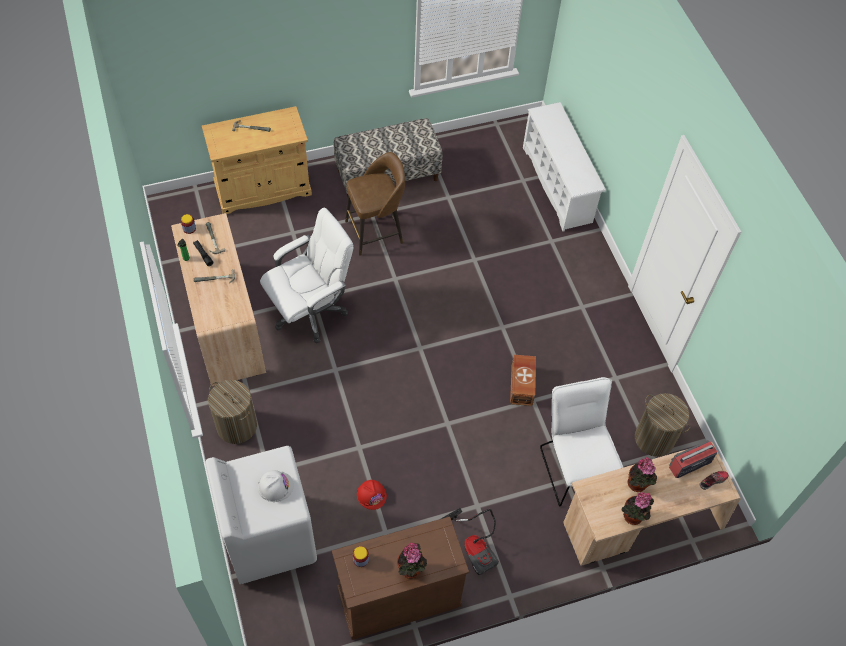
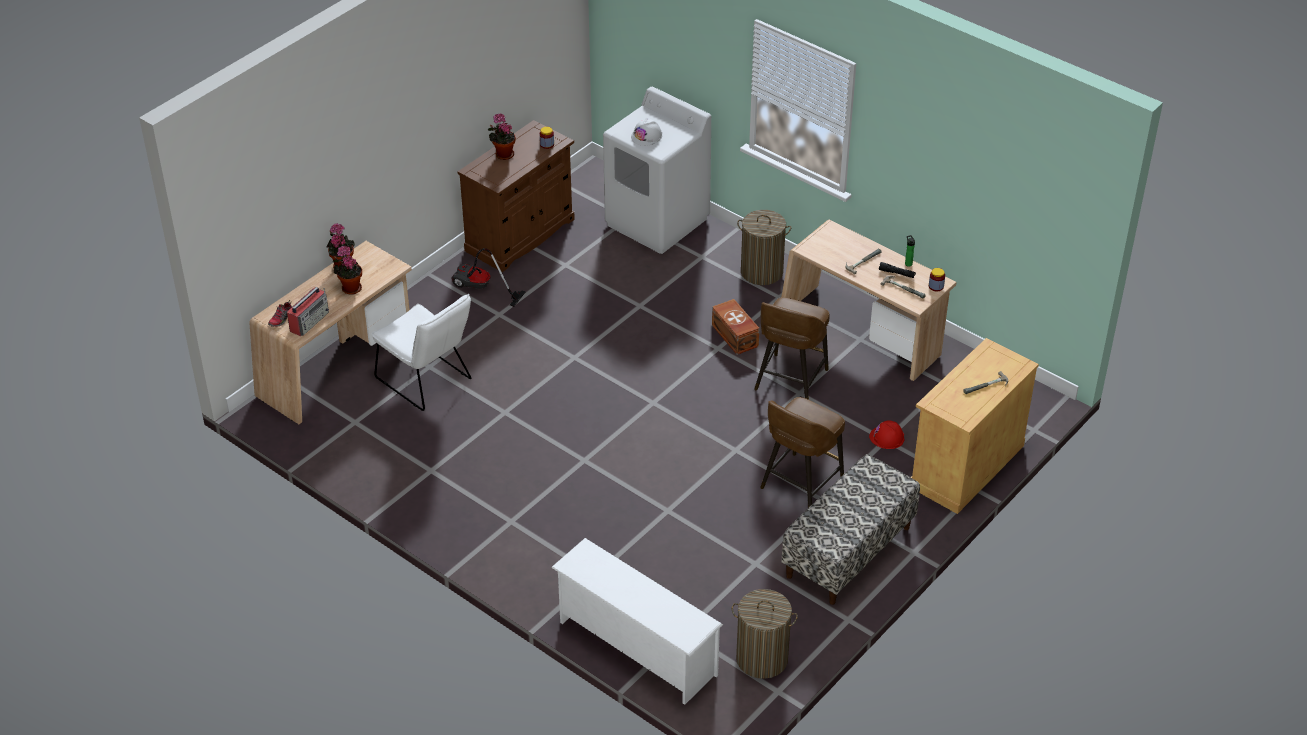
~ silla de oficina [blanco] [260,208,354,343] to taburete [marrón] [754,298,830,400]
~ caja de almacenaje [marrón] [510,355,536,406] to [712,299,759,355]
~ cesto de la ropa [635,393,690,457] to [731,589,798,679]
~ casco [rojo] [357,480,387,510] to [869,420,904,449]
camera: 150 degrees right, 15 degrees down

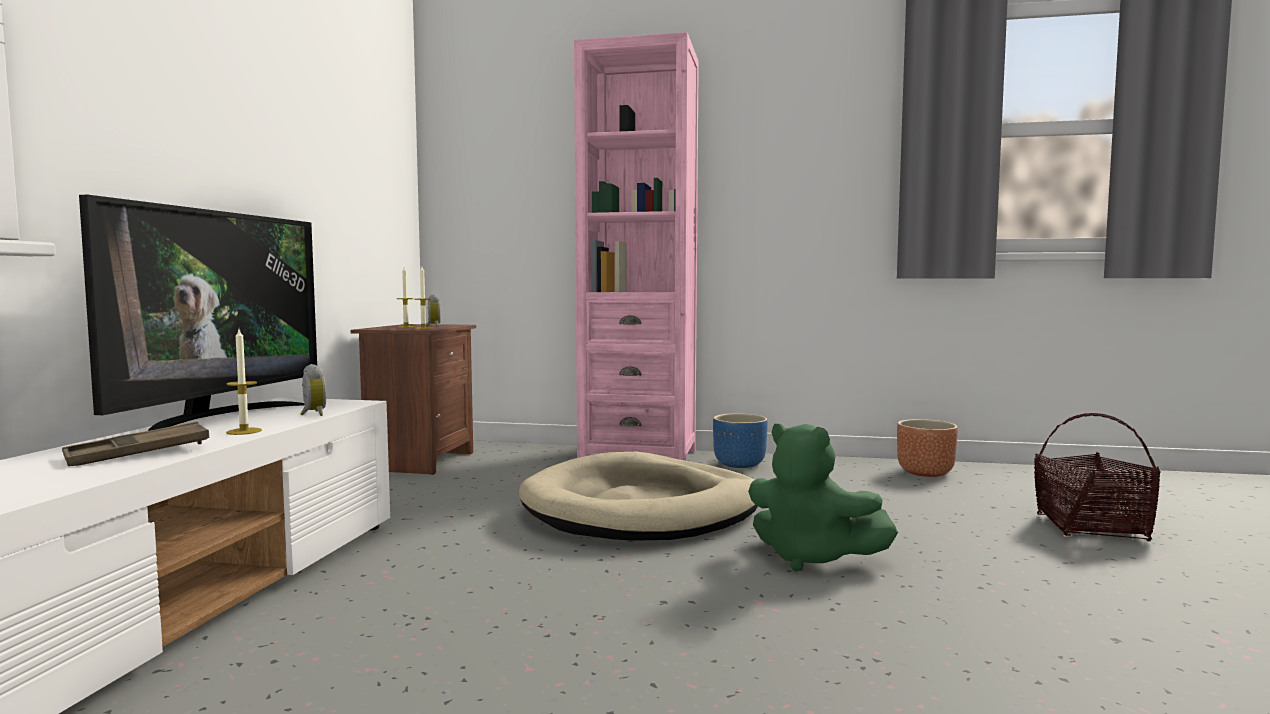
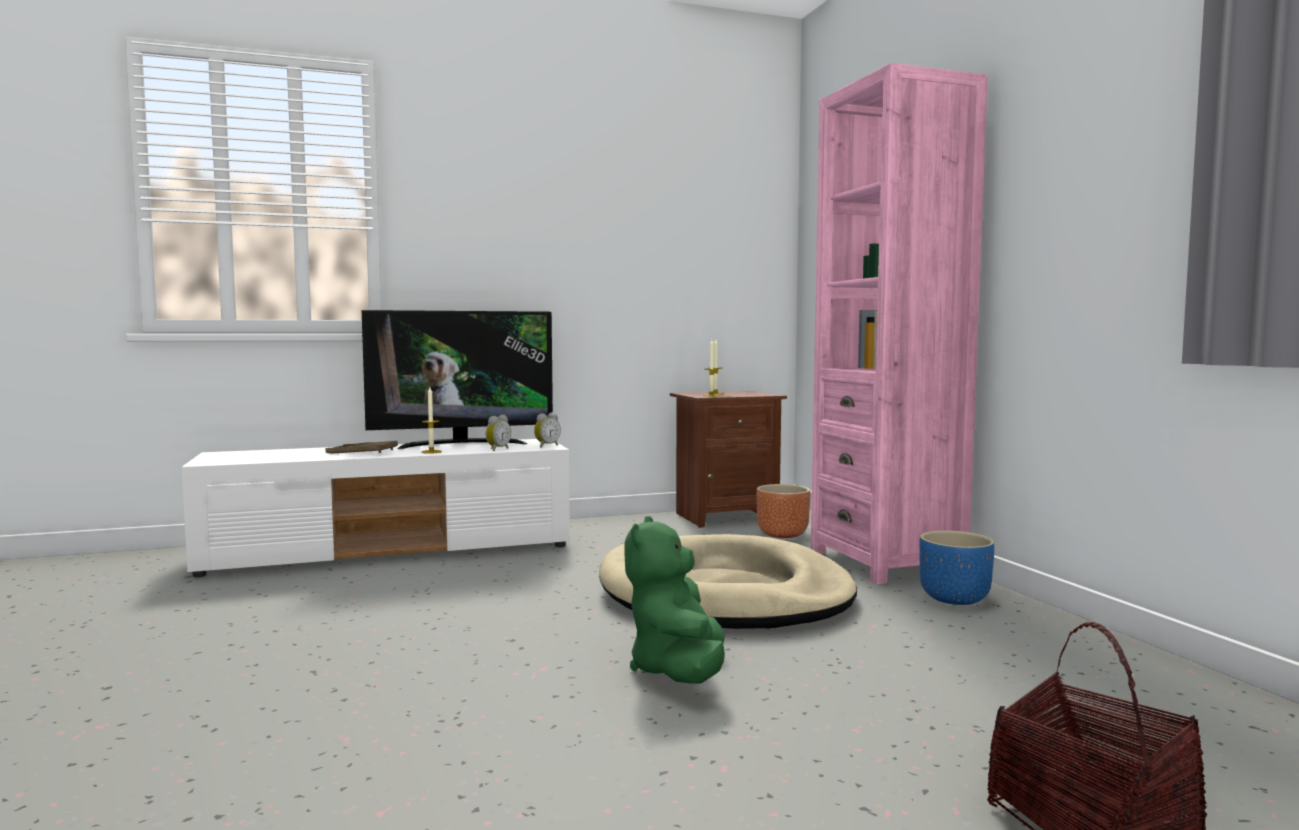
~ despertador [426,294,441,327] to [534,412,561,447]
~ maceta [marrón] [897,419,958,477] to [756,484,810,538]
camera: 60 degrees right, 0 degrees up

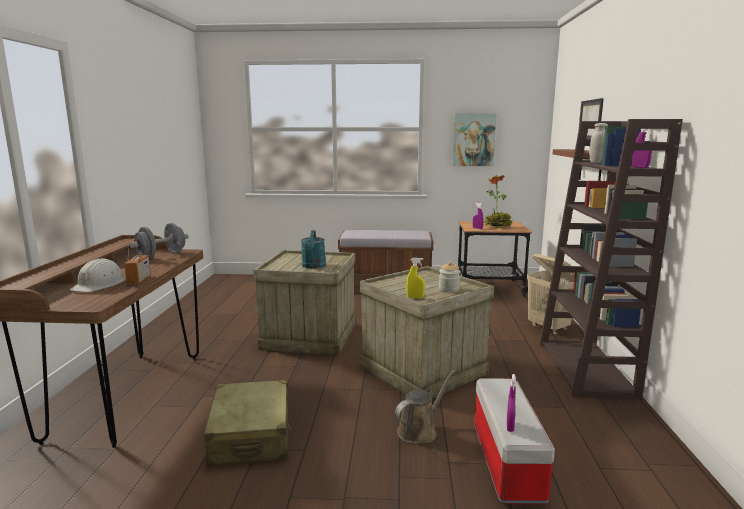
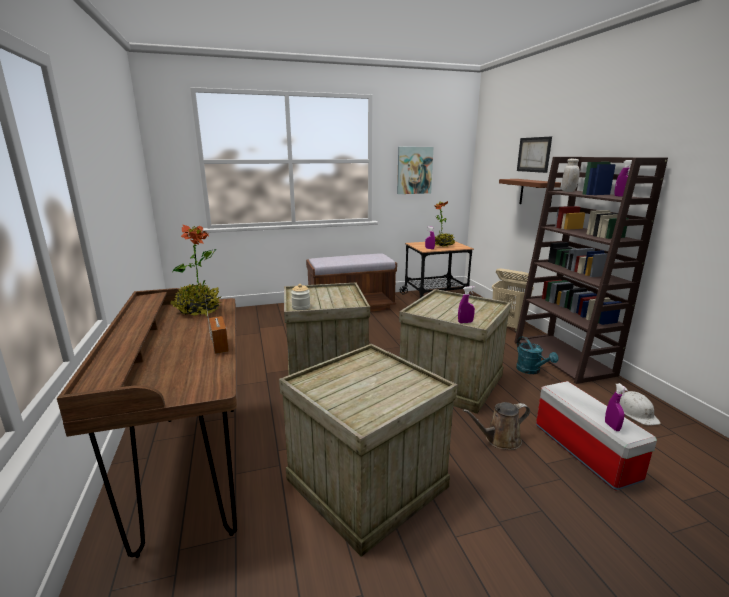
~ mancuerna [gris] [130,223,188,259] to planta en maceta [170,225,222,316]
~ regadera [turquesa] [301,230,326,269] to [516,336,558,374]
~ pulverizador [amarillo] [406,258,425,299] to pulverizador [morado] [458,286,475,323]
~ casco [blanco] [70,259,125,292] to [619,391,661,425]
~ tarro [439,262,461,292] to [291,284,310,310]
~ regadera [marrón] [395,370,455,444] = [463,402,530,450] 135 degrees counterclockwise
~ maleta [beis] [204,380,291,466] to caja de embalaje [279,344,457,557]
camera: 20 degrees left, 5 degrees up

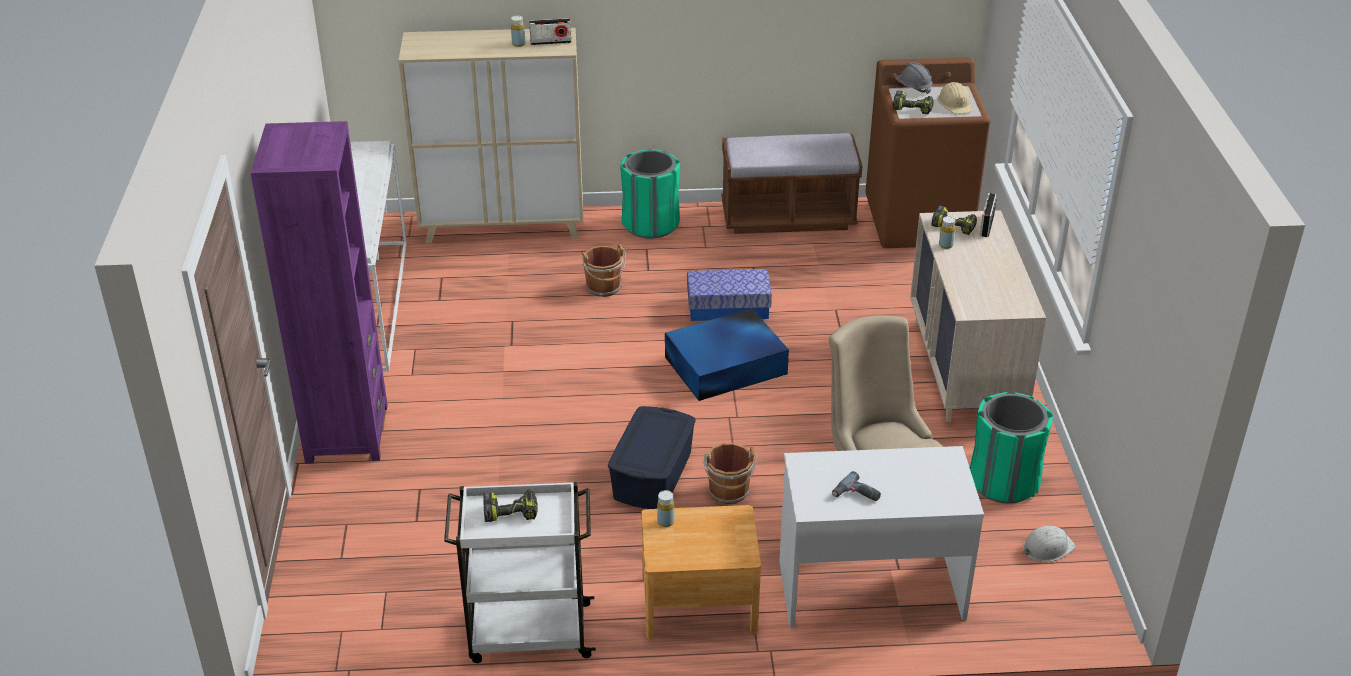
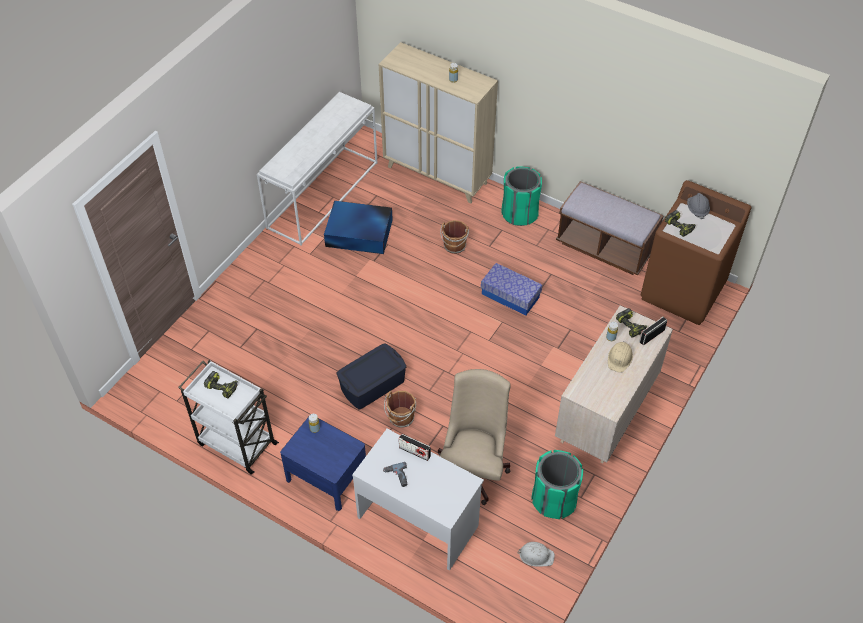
~ radio [529,18,572,45] to [399,434,431,461]
~ casco [beis] [938,82,971,114] to [608,341,633,373]
- estantería [morado] [250,121,388,464]
~ caja de almacenaje [azul] [665,308,789,401] to [324,201,393,254]
~ mesita de noche [marrón] [642,505,761,639] to mesita de noche [azul] [280,417,366,511]
camera: 35 degrees right, 15 degrees up

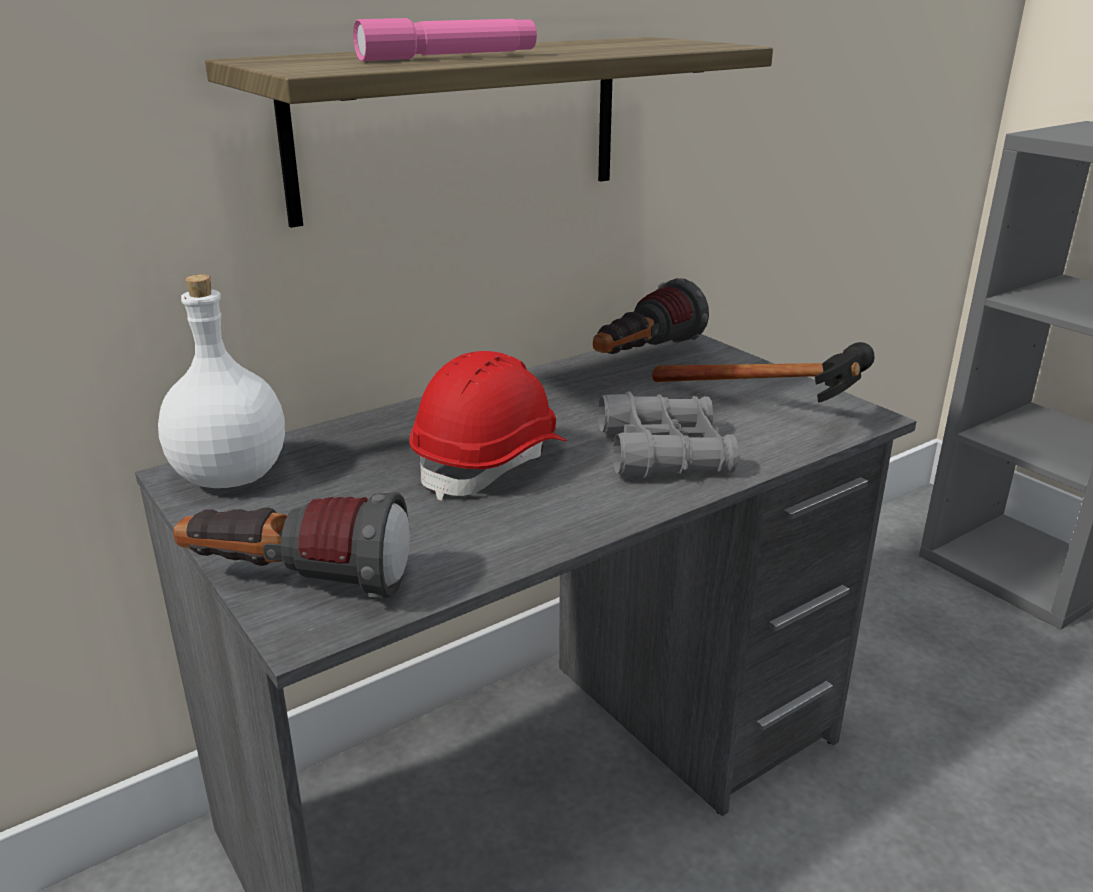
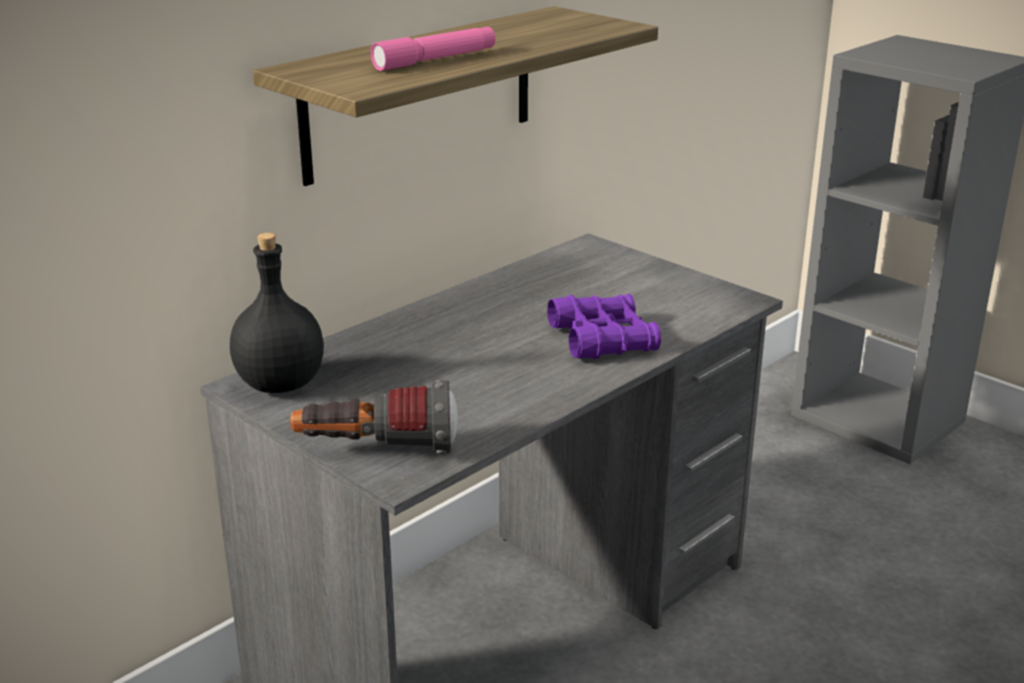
~ botella [blanco] [158,274,285,488] to botella [negro] [230,233,324,393]
- linterna [593,278,709,354]
- martillo [652,342,874,403]
- casco [rojo] [409,351,567,501]
~ prismáticos [gris] [598,392,738,478] to prismáticos [morado] [547,294,661,359]
camera: 10 degrees left, 0 degrees up

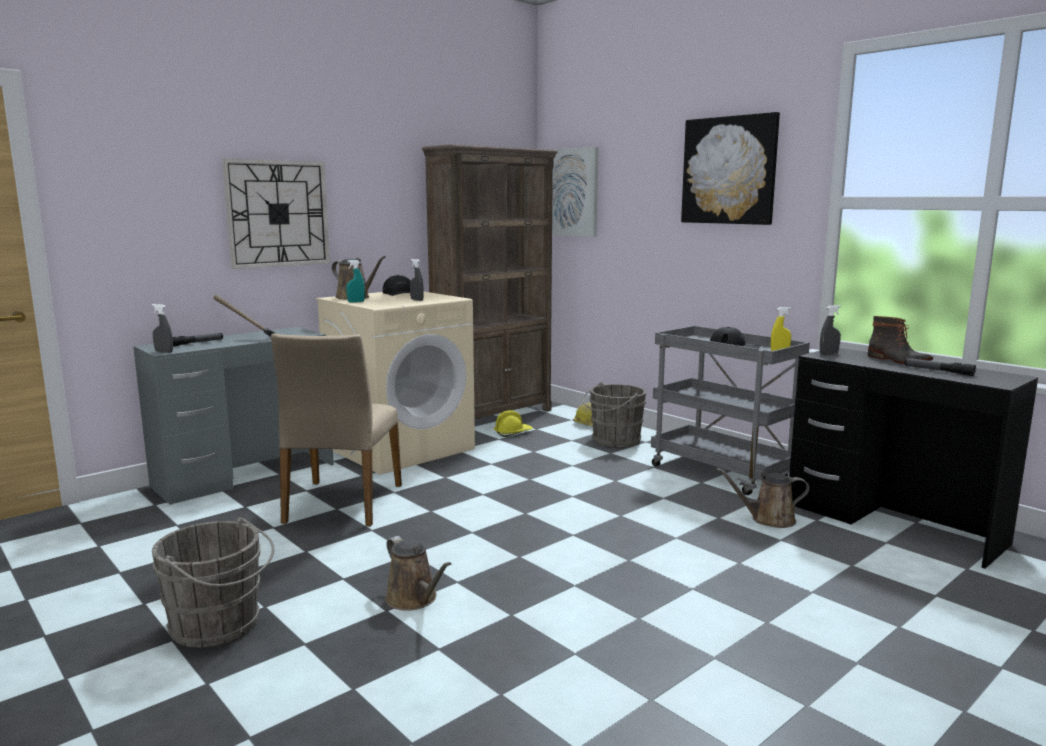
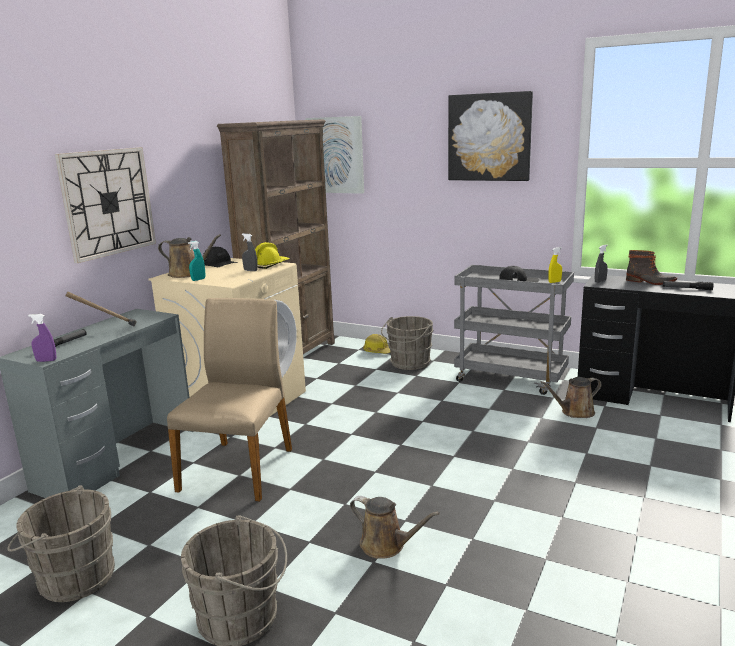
~ pulverizador [gris] [152,304,173,353] to pulverizador [morado] [28,314,56,362]
~ silla [beis] [271,333,402,526] = [167,298,292,501] 150 degrees counterclockwise
~ casco [amarillo] [494,410,533,437] to [255,242,290,269]
+ cubo [gris] [7,486,115,602]
camera: 20 degrees left, 5 degrees up

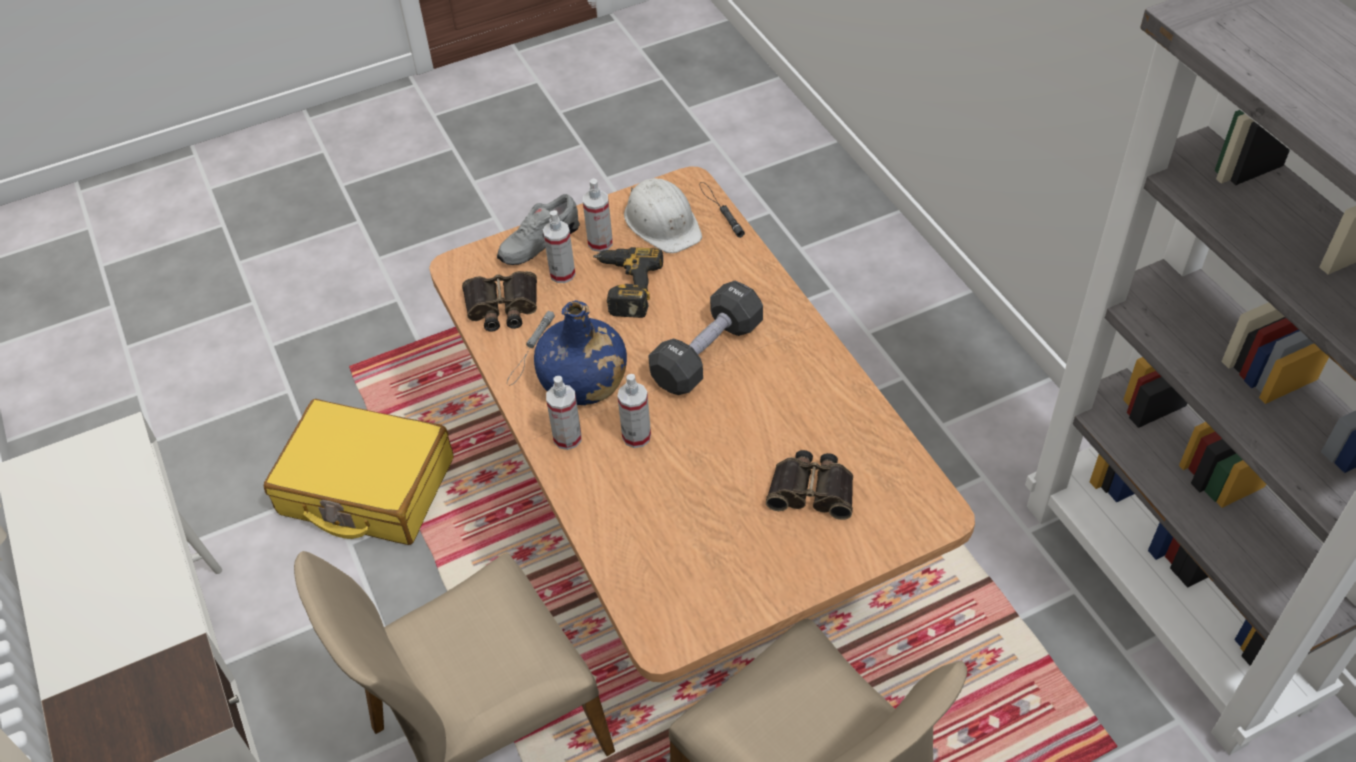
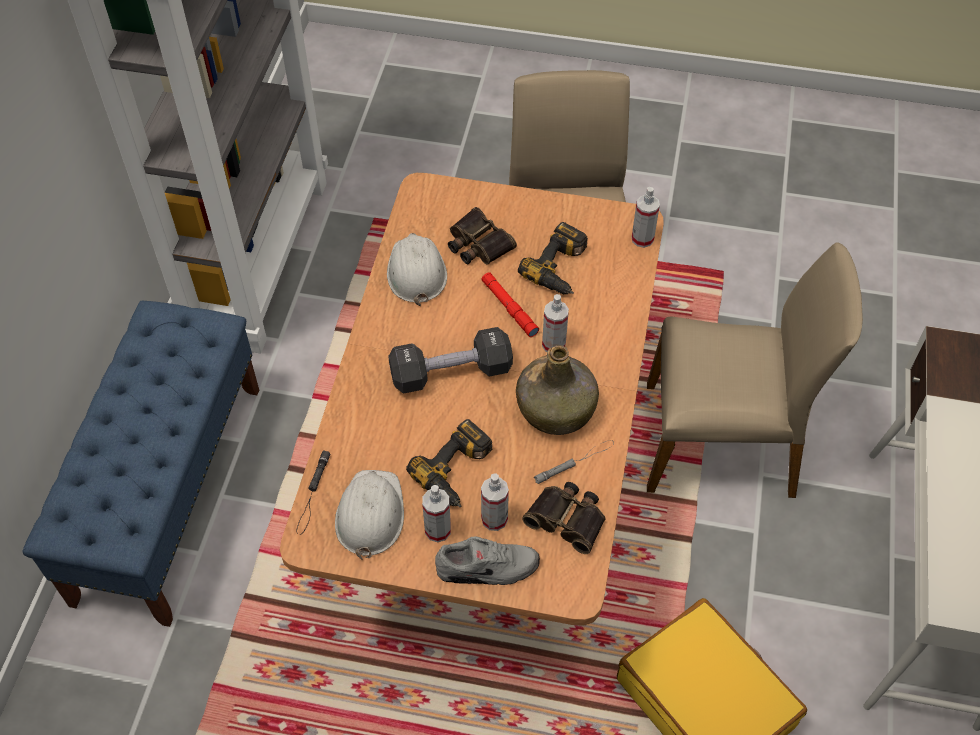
~ botella [azul] [534,300,627,406] to botella [verde] [516,345,599,435]
~ pulverizador [546,376,582,450] to [632,187,660,248]
+ taladro [518,222,588,294]
+ casco [blanco] [387,233,447,306]
+ linterna [rojo] [482,272,539,337]
+ banco [azul] [23,301,259,627]
camera: 145 degrees left, 5 degrees up

